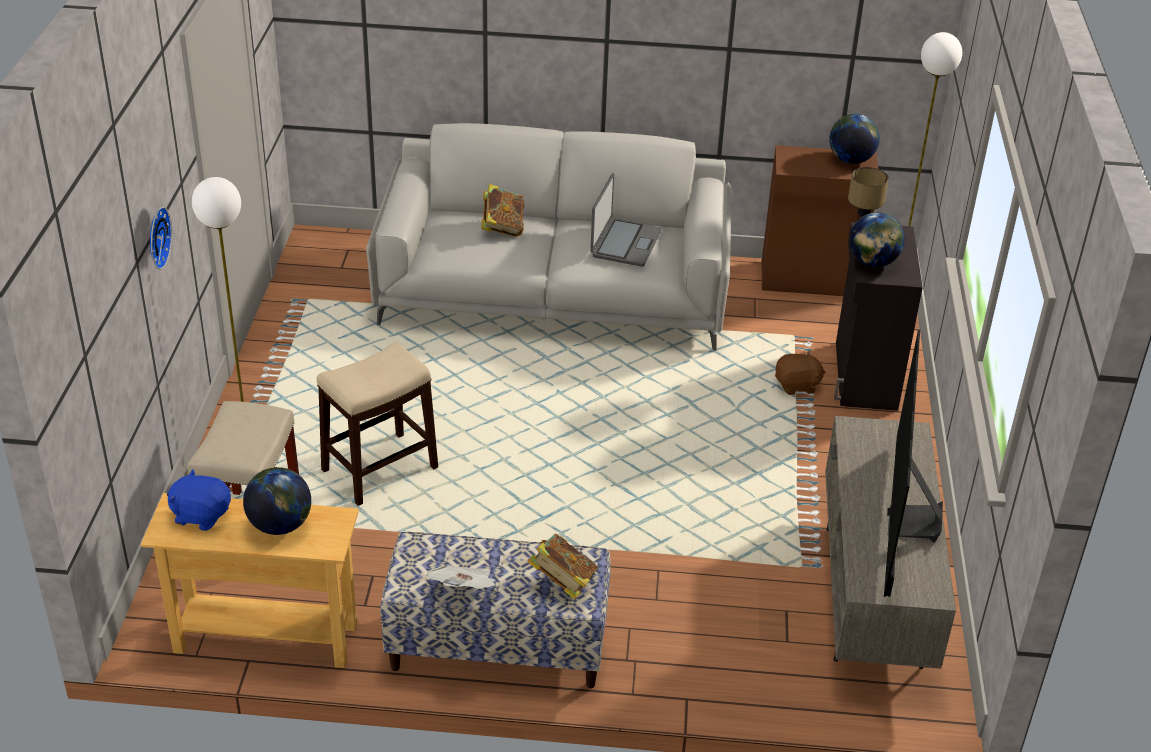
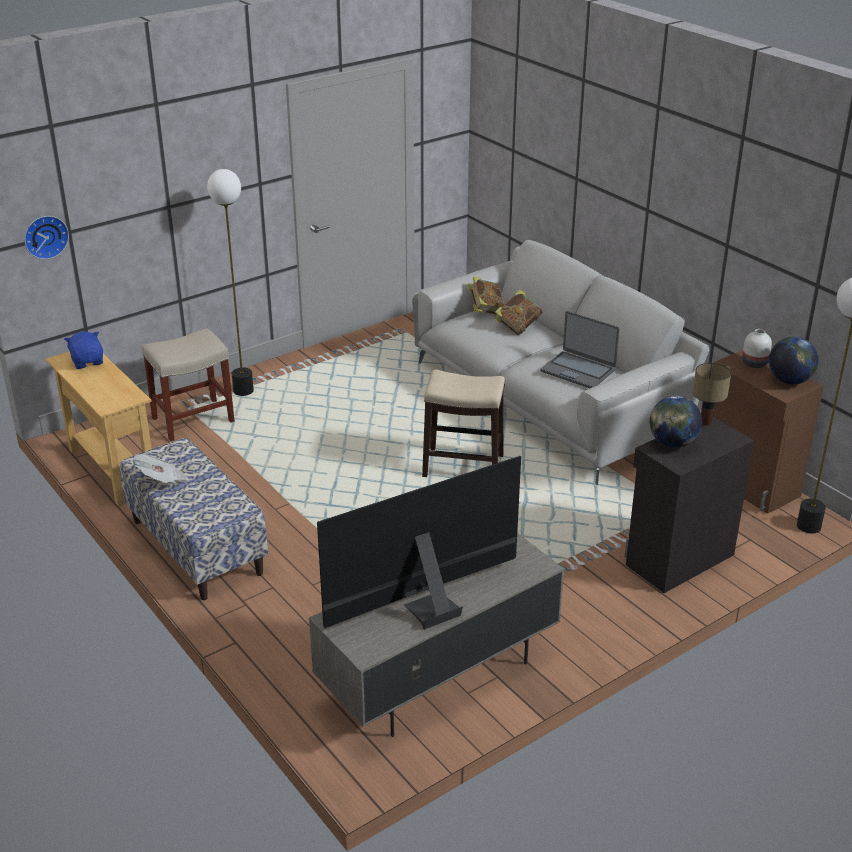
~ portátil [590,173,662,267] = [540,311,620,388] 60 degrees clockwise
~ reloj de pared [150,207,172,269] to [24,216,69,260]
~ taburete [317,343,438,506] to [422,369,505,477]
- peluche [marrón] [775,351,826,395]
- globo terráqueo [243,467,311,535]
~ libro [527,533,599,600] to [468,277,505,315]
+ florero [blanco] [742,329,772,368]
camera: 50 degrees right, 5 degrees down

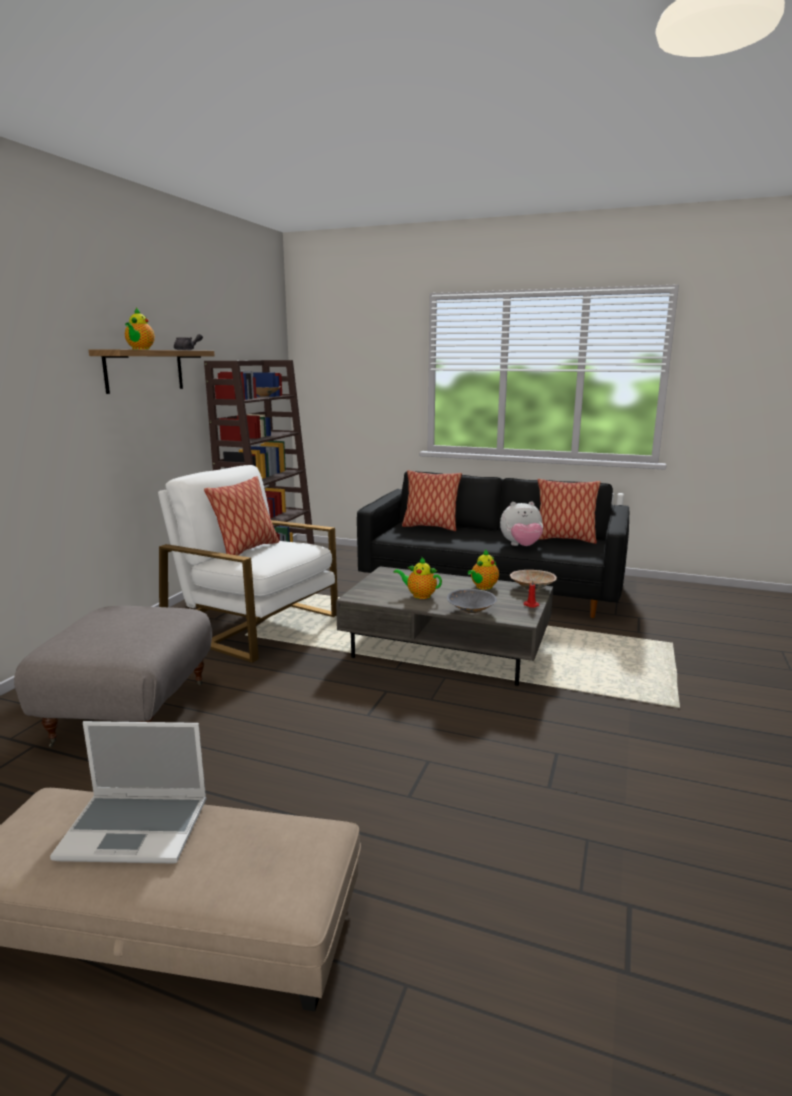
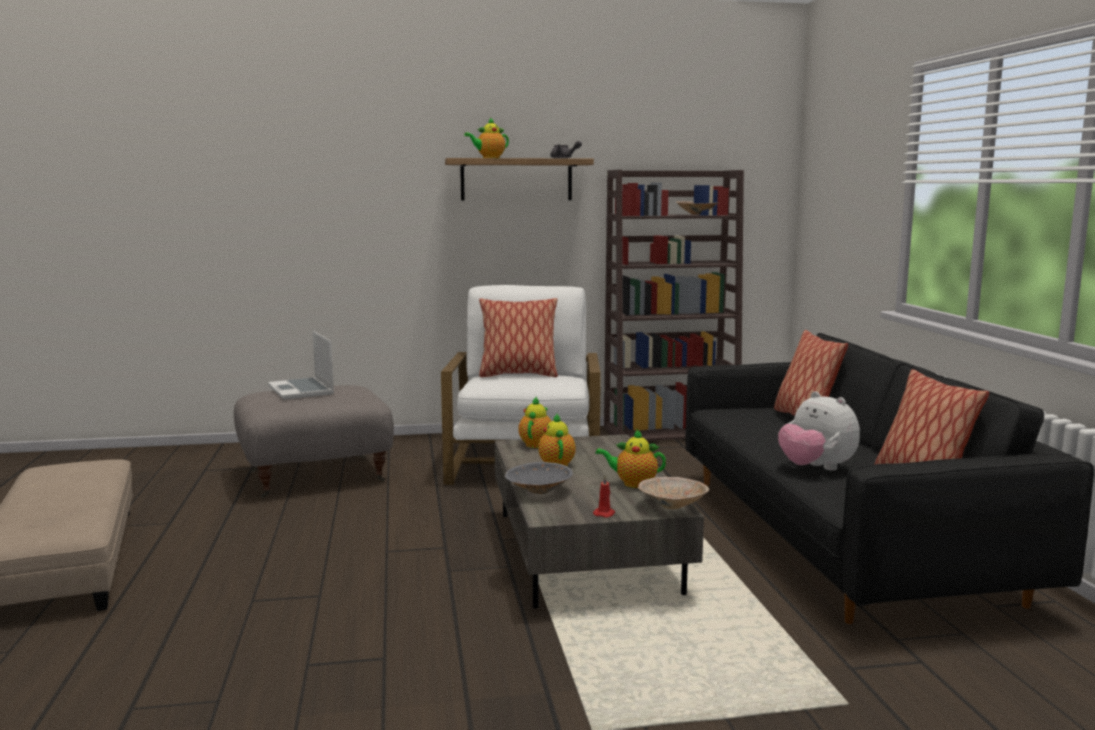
~ portátil [50,721,207,864] to [268,331,334,400]
+ tetera [518,396,551,448]
camera: 60 degrees right, 5 degrees down

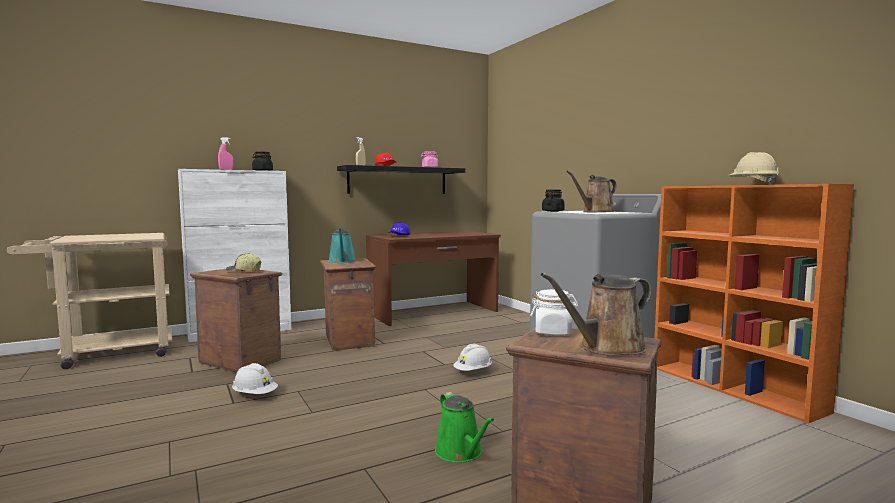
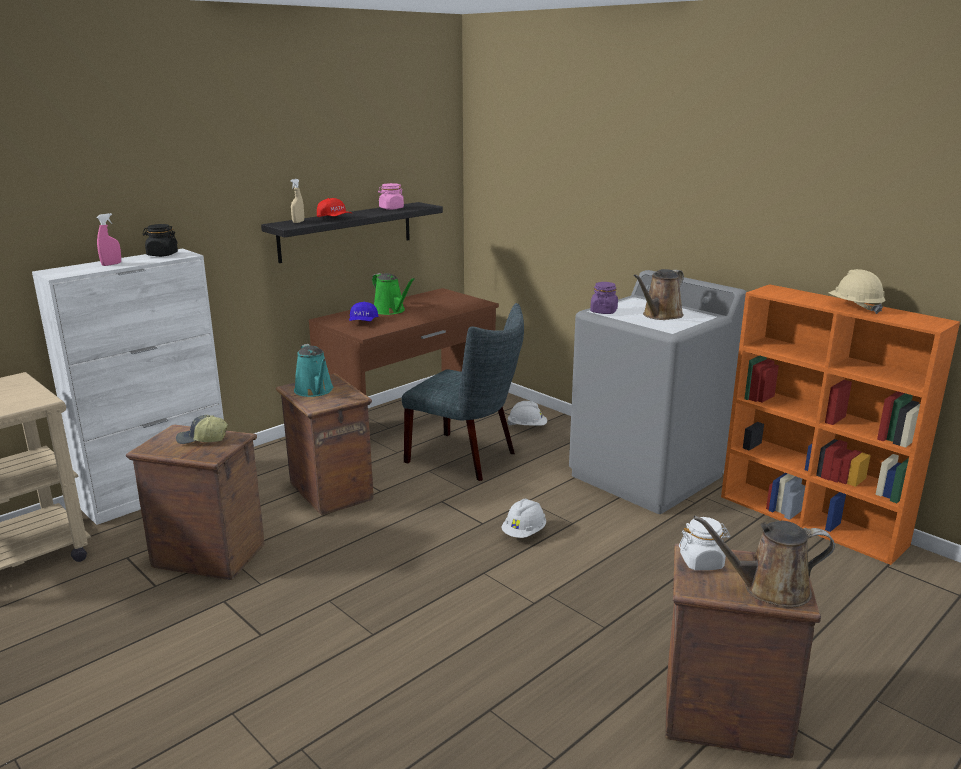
~ tarro [negro] [542,190,564,212] to tarro [morado] [590,282,618,314]
~ regadera [marrón] [541,273,651,356] = [693,515,835,608] 45 degrees clockwise
~ casco [blanco] [232,363,278,394] to [507,401,547,426]
~ regadera [verde] [435,392,494,463] to [372,273,415,315]
+ silla [gris] [402,303,524,481]
camera: 15 degrees left, 15 degrees up

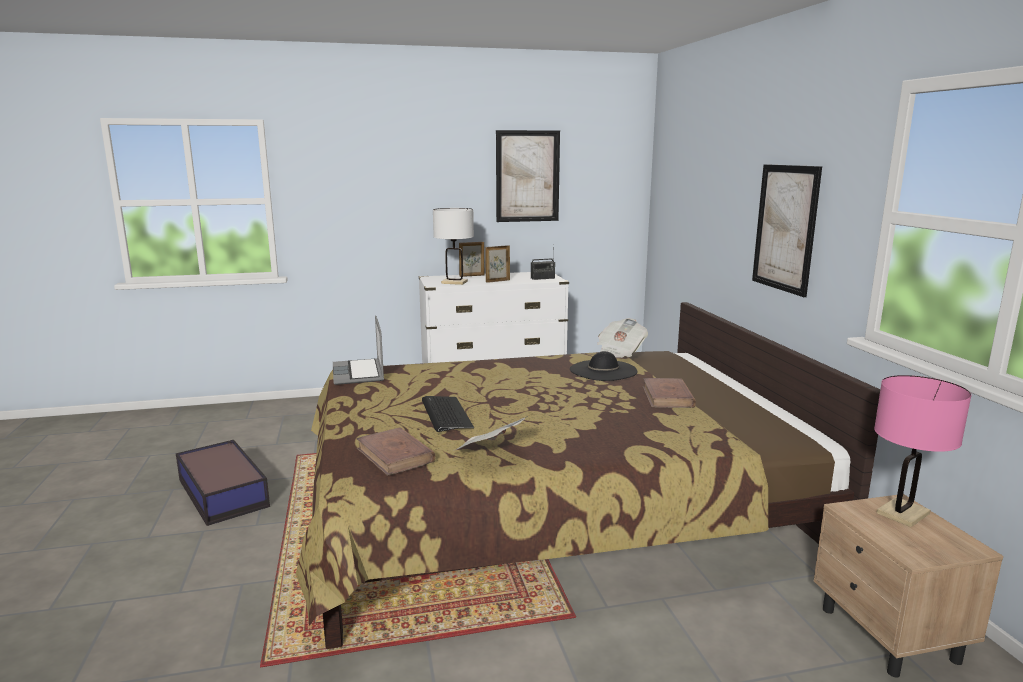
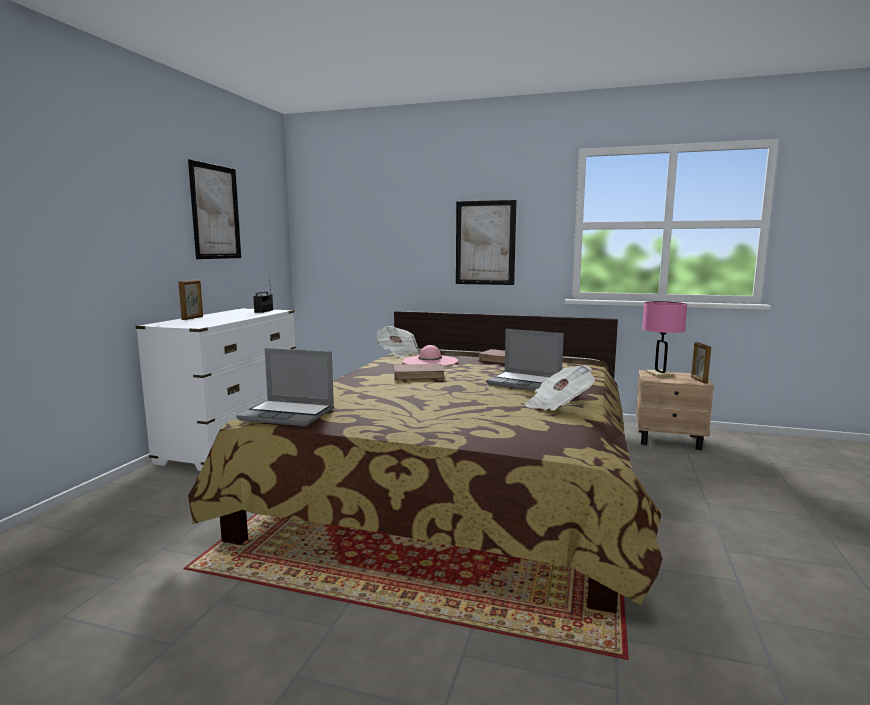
- lámpara de mesa [blanco] [433,208,474,285]
~ portarretratos [485,245,510,283] to [691,342,711,384]
~ sombrero [negro] [570,351,638,381] to sombrero [rosa] [402,345,458,366]
- teclado [422,396,474,432]
~ libro [marrón] [356,427,435,476] to [394,364,446,380]
- caja de almacenaje [176,440,270,526]
+ portátil [486,329,564,391]
camera: 60 degrees left, 5 degrees down

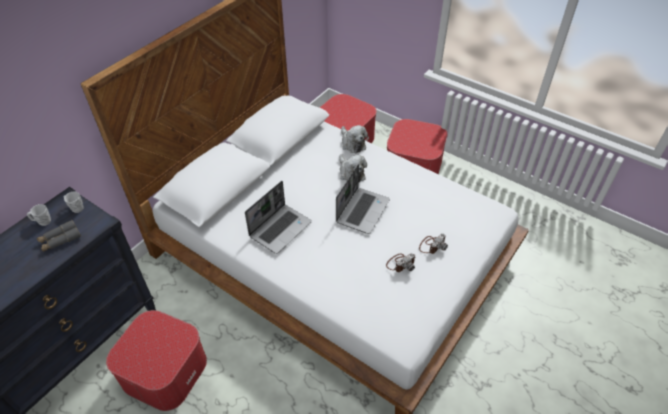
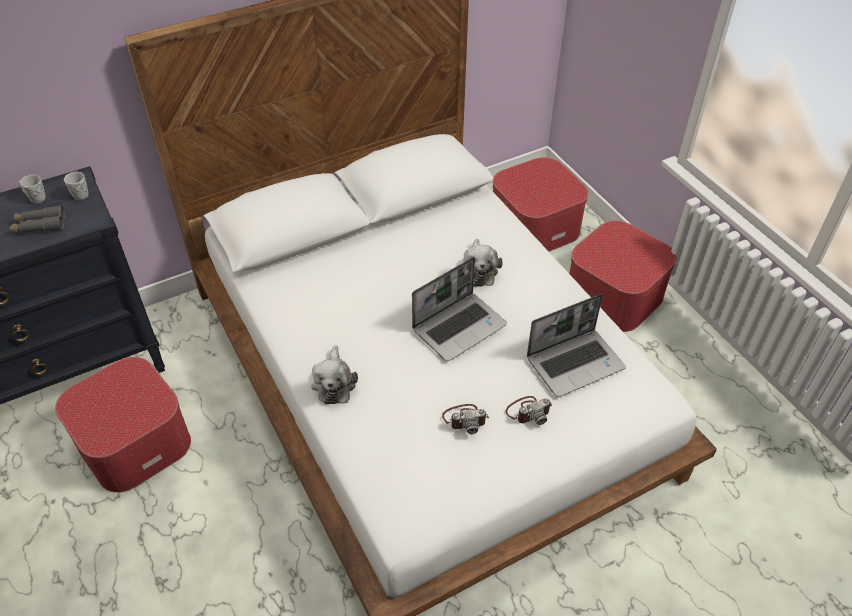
~ peluche [341,125,368,153] to [311,345,358,404]
~ portátil [245,181,312,254] to [527,294,626,397]
camera: 25 degrees right, 0 degrees up

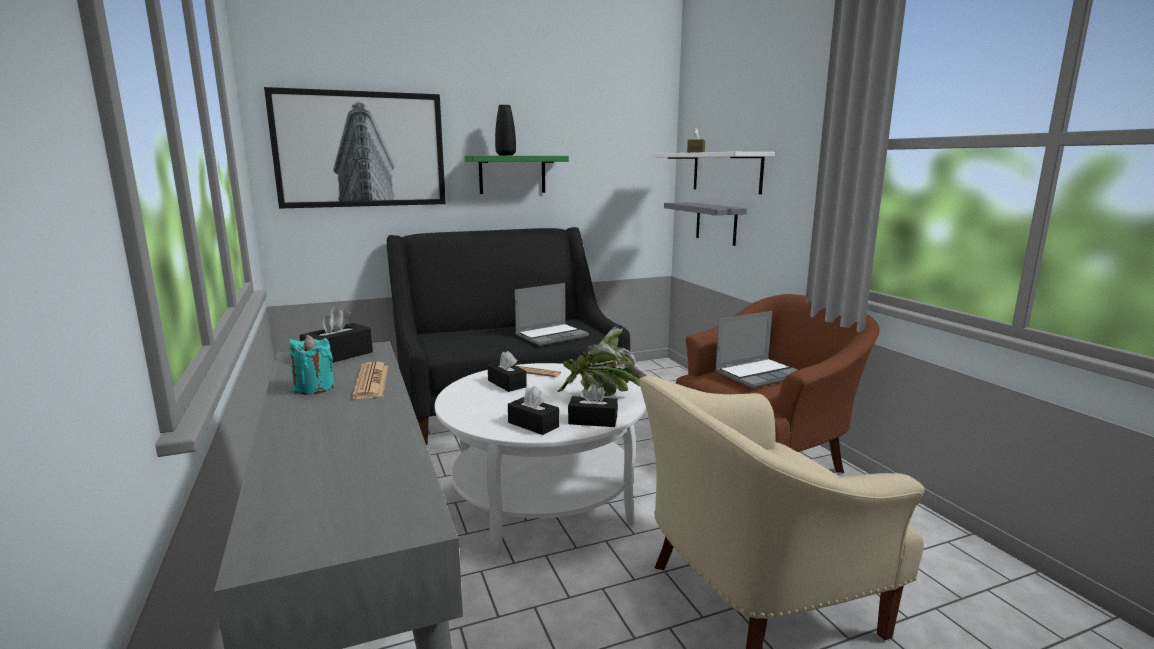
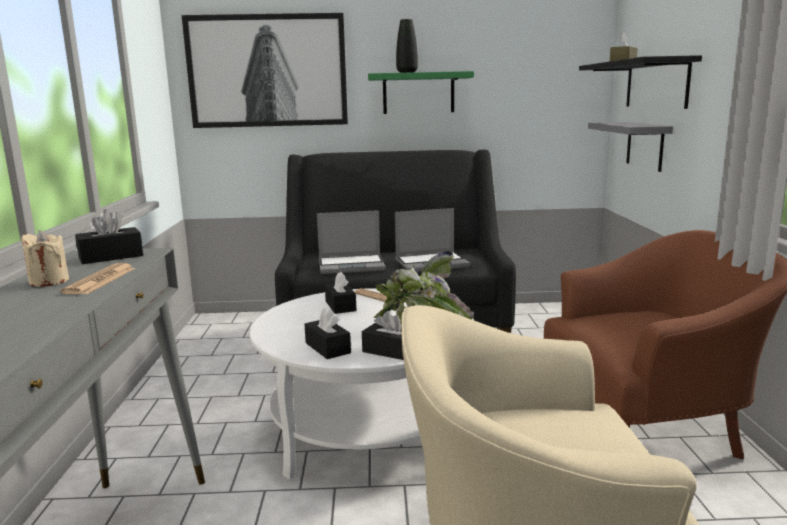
~ estante [blanco] [654,152,775,194] to estante [negro] [579,55,702,109]
~ portátil [715,311,798,388] to [317,210,386,274]
~ vela [turquesa] [289,335,334,395] to vela [beis] [21,230,69,287]
camera: 20 degrees right, 0 degrees up

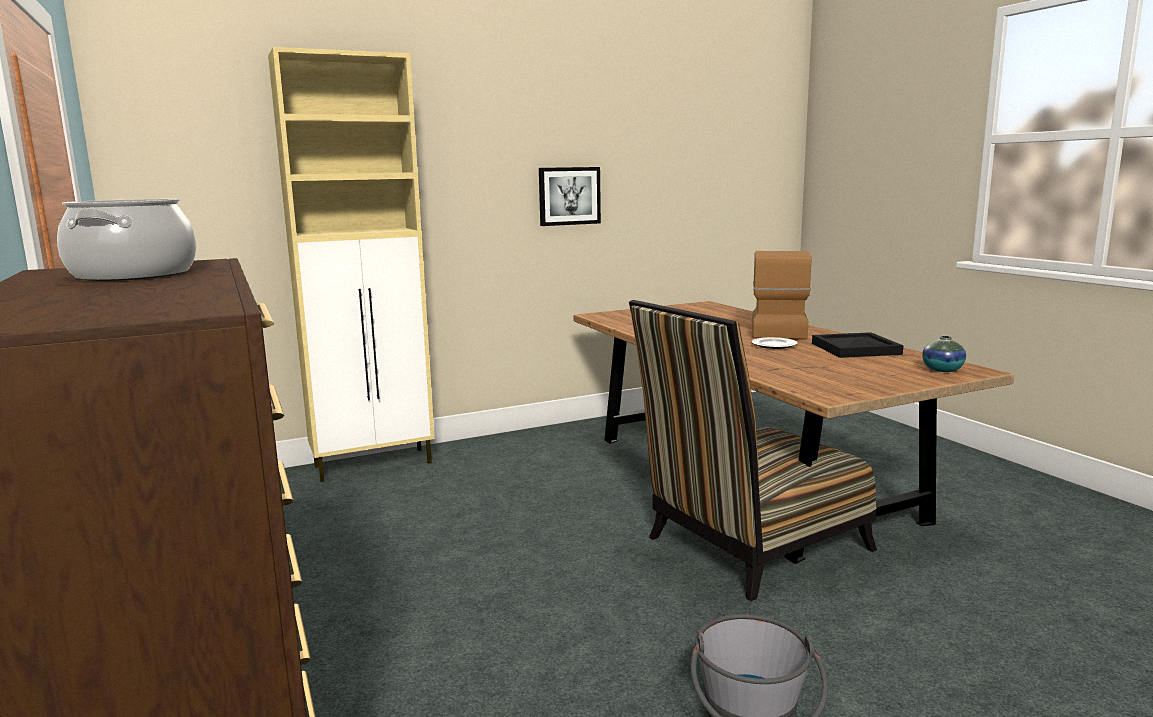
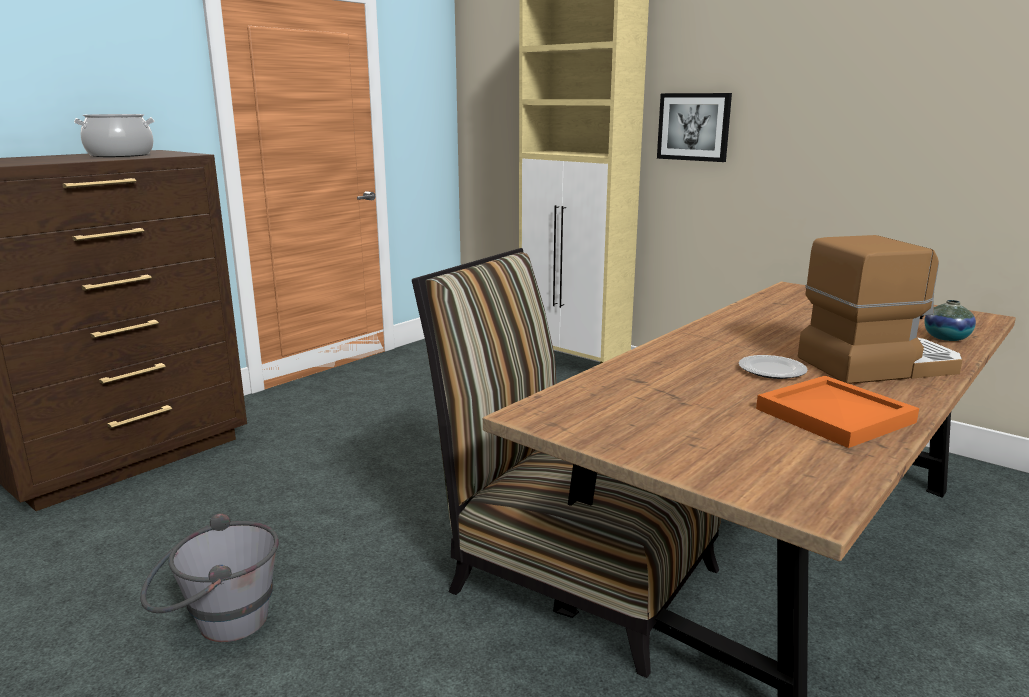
~ cuadro [539,167,601,226] to [657,93,732,162]
~ bandeja [negro] [812,332,904,358] to bandeja [naranja] [756,376,919,448]
~ florero [922,336,966,372] to [924,300,976,341]
camera: 65 degrees right, 5 degrees up

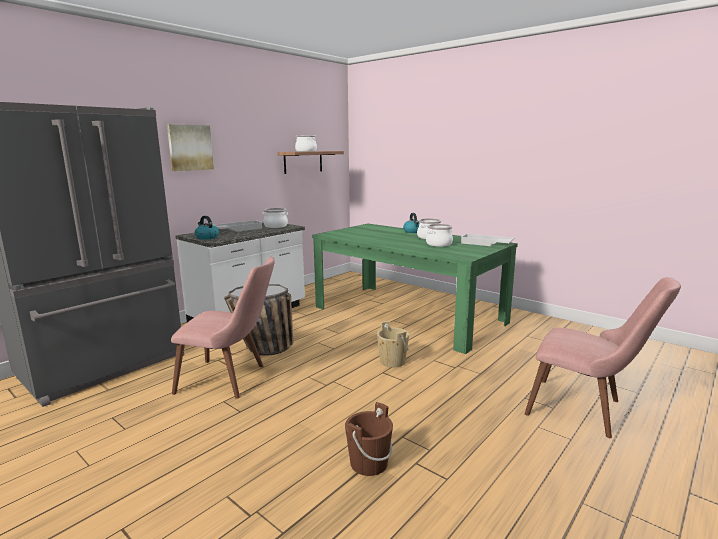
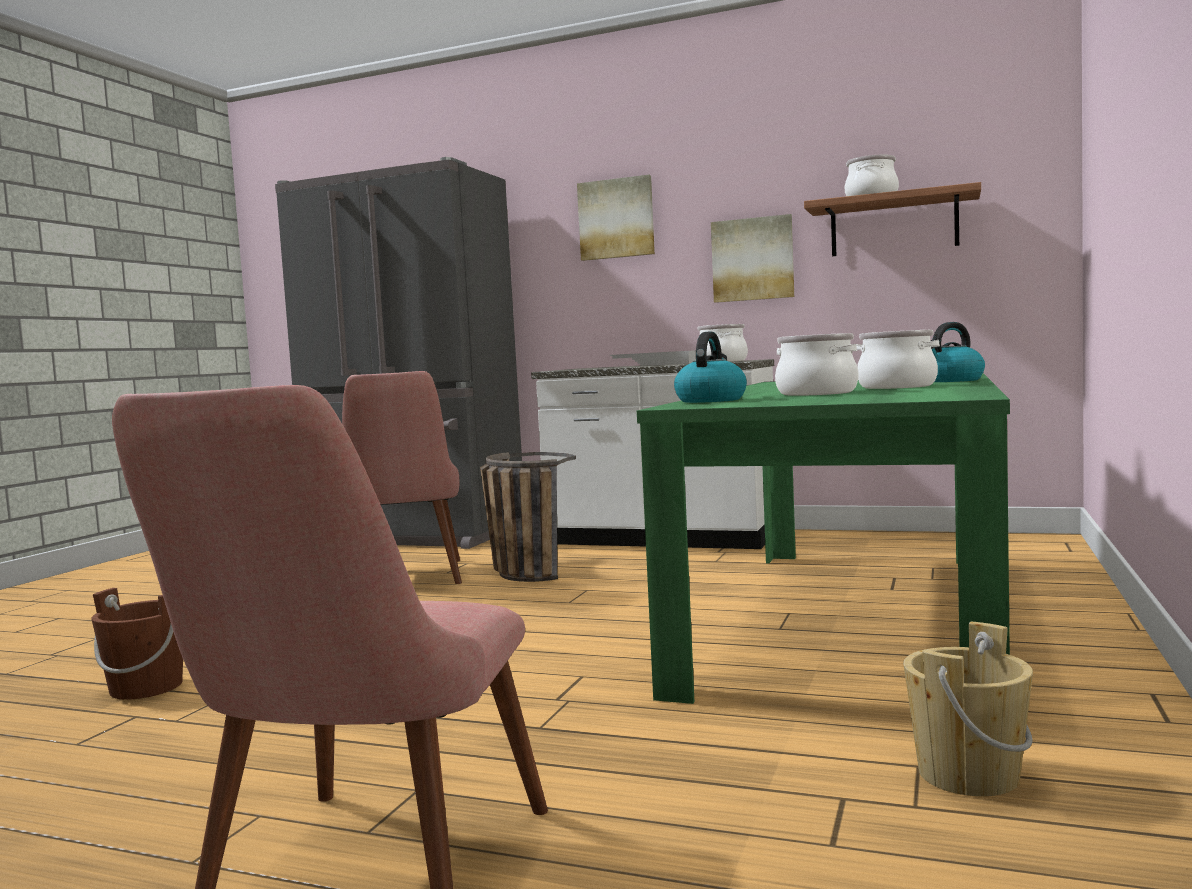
~ hervidor [195,216,219,240] to [674,331,747,403]
- bandeja [blanco] [460,234,515,246]
~ cubo [beis] [377,321,409,367] to [903,621,1033,796]
+ cuadro [711,214,794,303]
camera: 70 degrees right, 10 degrees down

